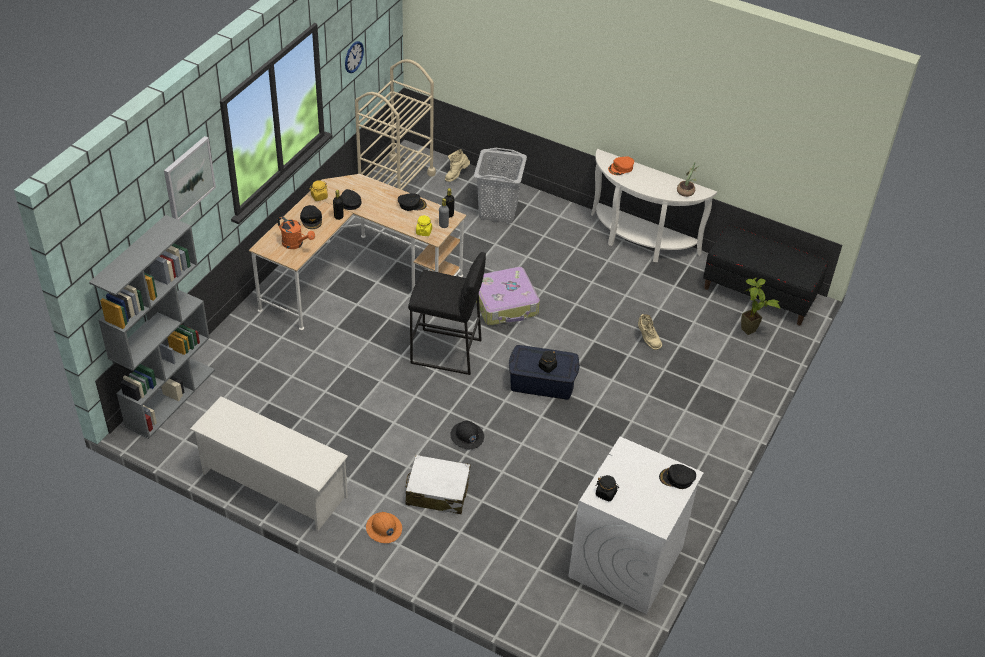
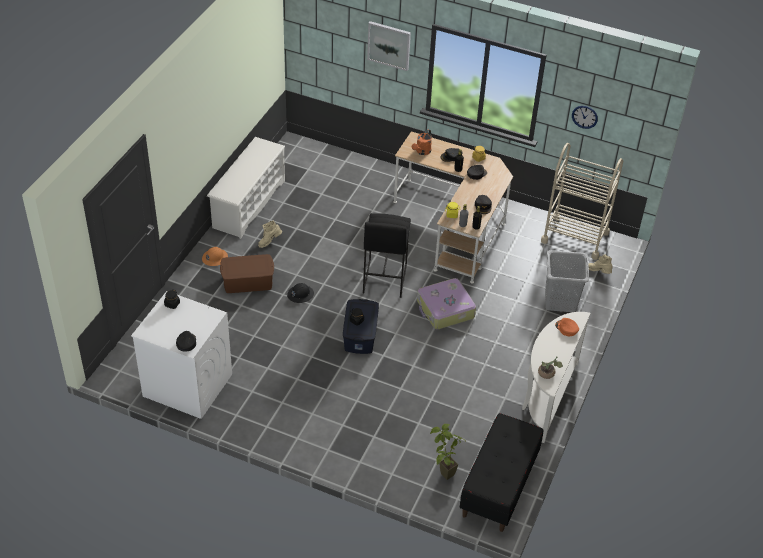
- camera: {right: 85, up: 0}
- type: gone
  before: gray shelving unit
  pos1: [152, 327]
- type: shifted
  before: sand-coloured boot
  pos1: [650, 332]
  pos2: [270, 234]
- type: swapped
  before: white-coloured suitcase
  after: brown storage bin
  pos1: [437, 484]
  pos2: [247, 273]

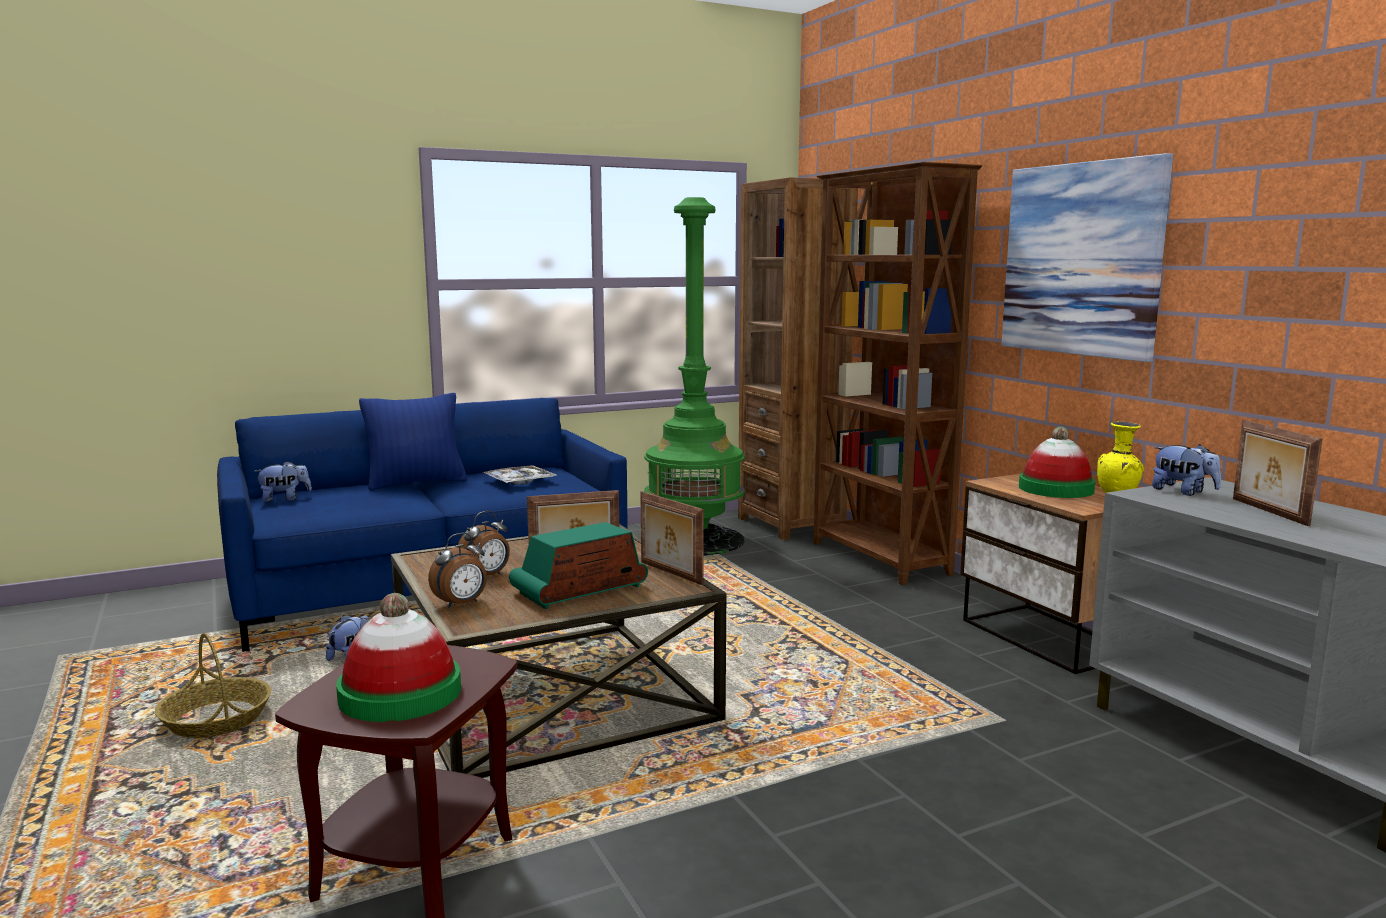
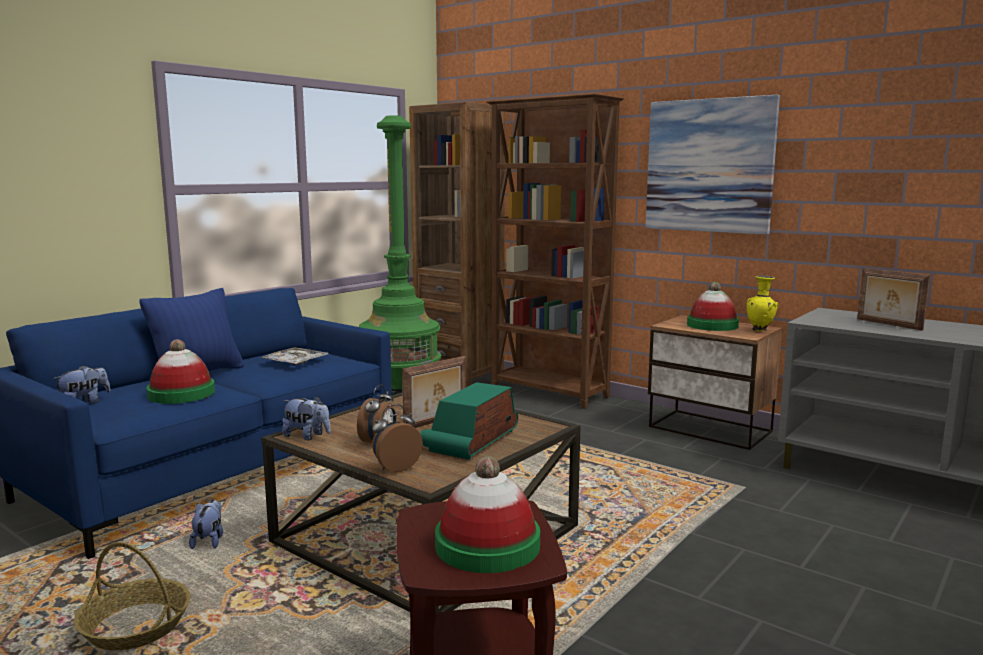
- camera: {right: -25, up: 0}
- type: shifted
  before: soft toy
  pos1: [1186, 470]
  pos2: [306, 418]
- type: gone
  before: photo frame
  pos1: [672, 538]
- type: rotated
  before: bedside clock
  pos1: [457, 570]
  pos2: [397, 438]
  turn: -150
- type: new
  after: clothing hat
  pos2: [181, 371]

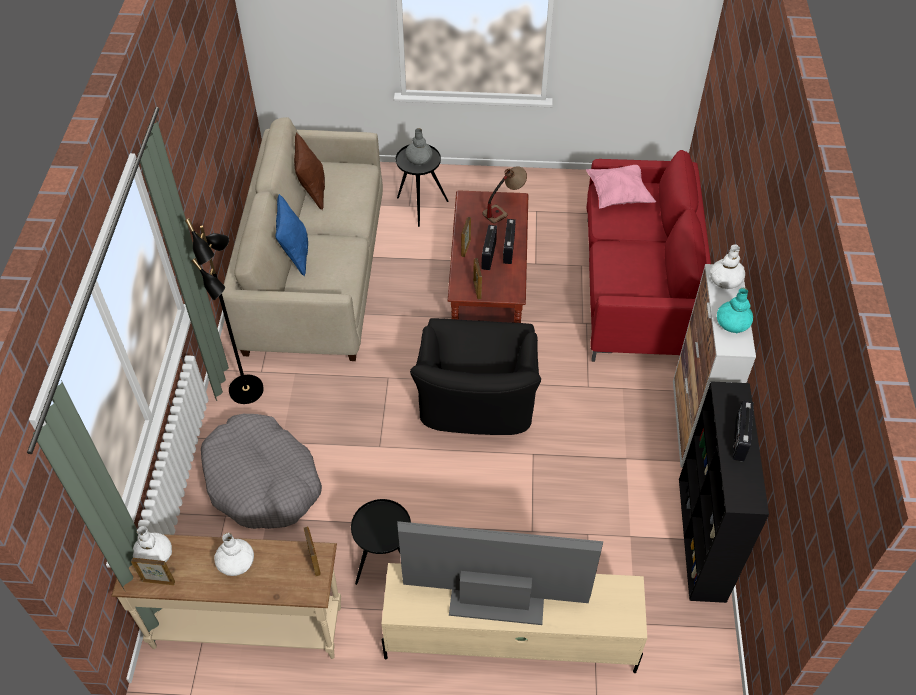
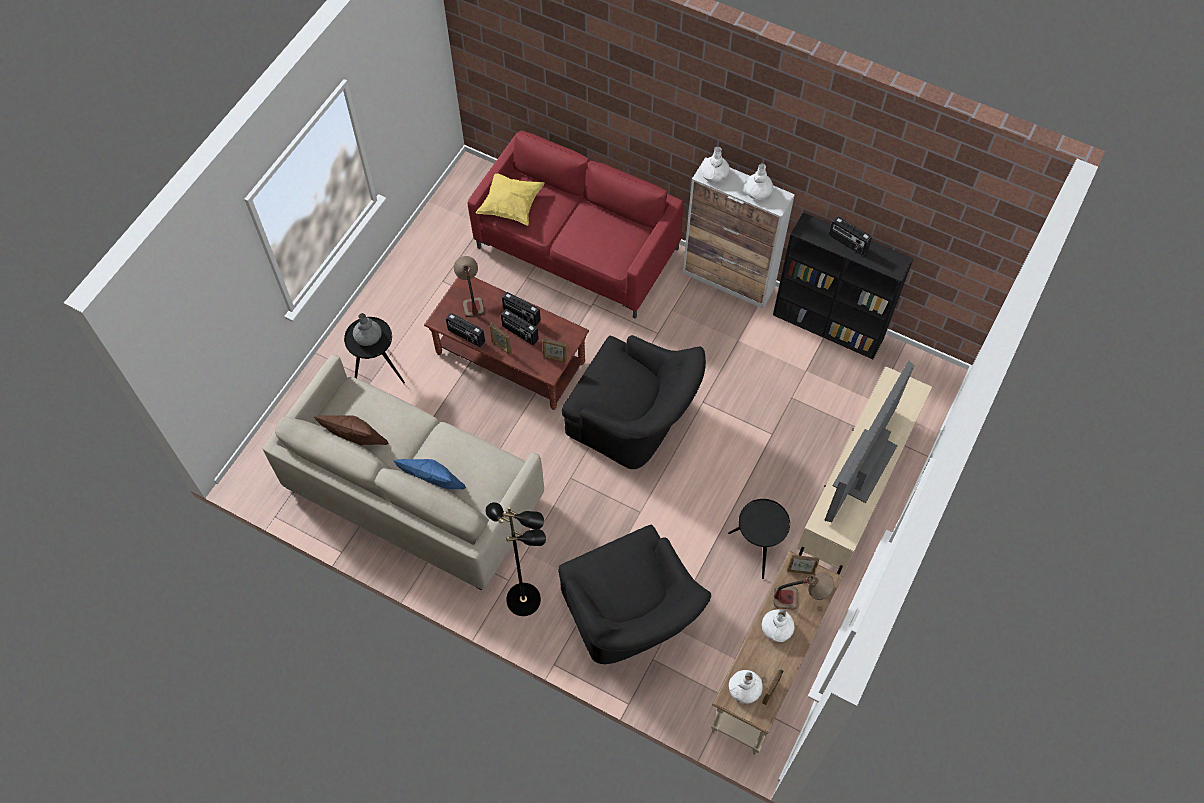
- camera: {right: -65, up: 10}
- type: repainted
  before: pink cushion
  after: yellow cushion
  pos1: [621, 187]
  pos2: [510, 199]
- type: repainted
  before: blue-green vase
  after: white-coloured vase
  pos1: [735, 310]
  pos2: [758, 182]
- type: swapped
  before: gray dog cushion
  after: black-coloured lounge chair
  pos1: [261, 471]
  pos2: [634, 594]
- type: new
  after: radio receiver
  pos2: [465, 330]
- type: new
  after: lamp for a table
  pos2: [804, 591]

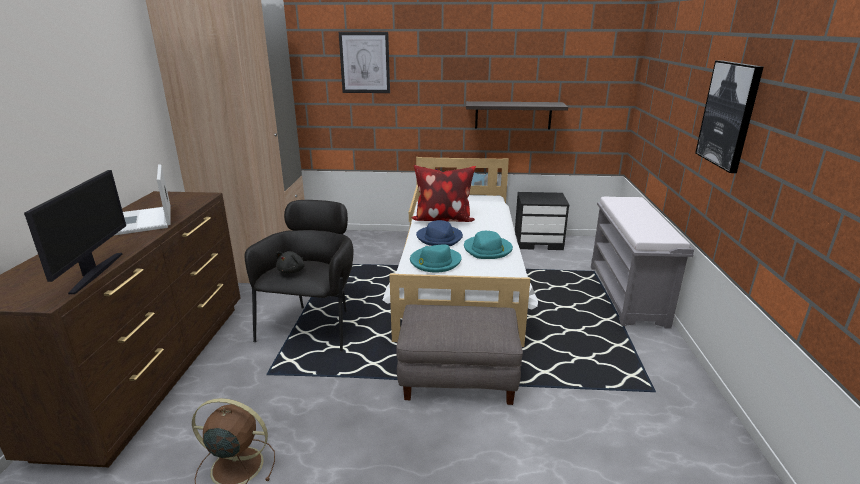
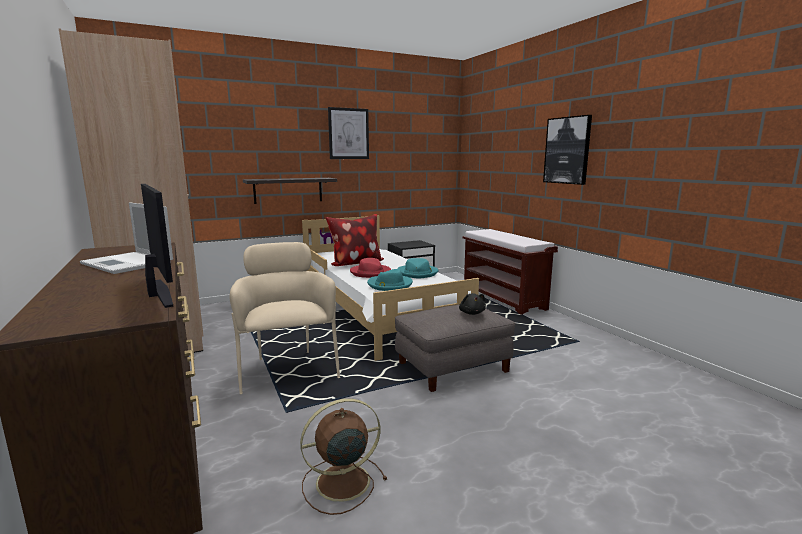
- camera: {right: -30, up: -10}
- type: shifted
  before: wall picture
  pos1: [364, 62]
  pos2: [348, 133]
- type: shifted
  before: wall shelf
  pos1: [517, 115]
  pos2: [290, 191]
- type: repainted
  before: gray long seat
  after: brown long seat
  pos1: [642, 263]
  pos2: [510, 272]
- type: repainted
  before: black-coloured lounge chair
  after: sand-coloured lounge chair
  pos1: [299, 276]
  pos2: [284, 318]
- type: repainted
  before: blue clothing hat
  after: red-coloured clothing hat
  pos1: [439, 233]
  pos2: [370, 268]
- type: shifted
  before: black-coloured soft toy
  pos1: [290, 262]
  pos2: [472, 304]

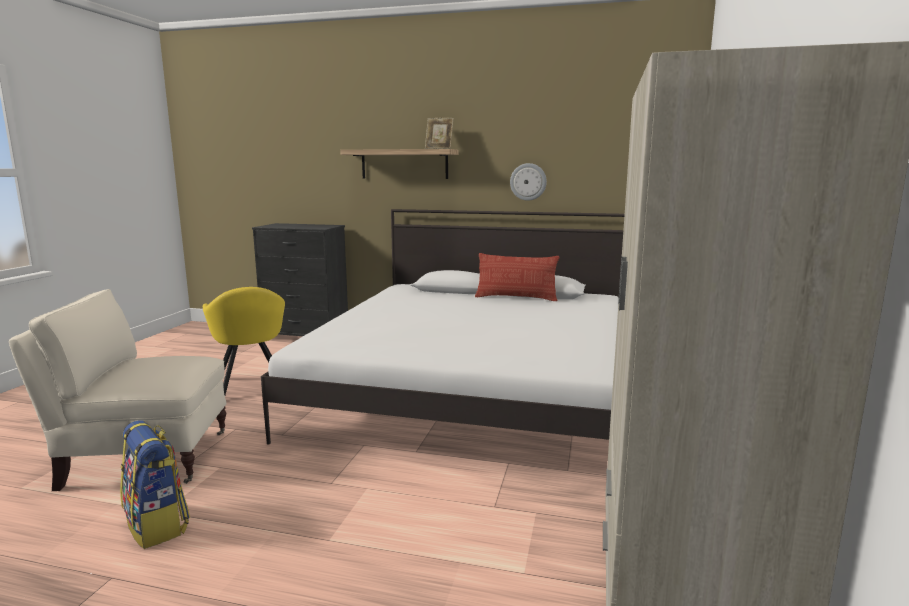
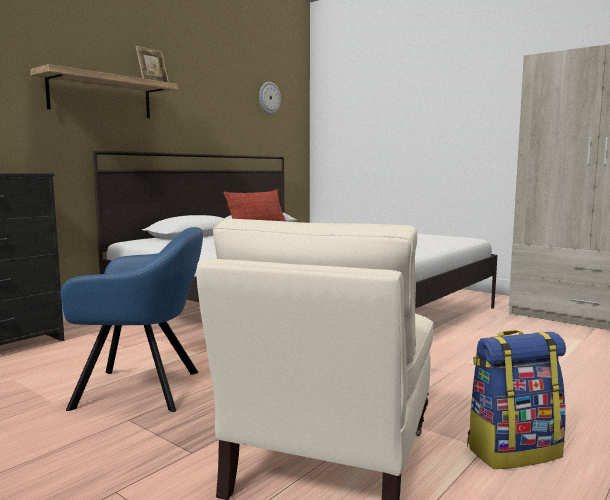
- camera: {right: -65, up: -5}
- type: shifted
  before: clock on the wall
  pos1: [528, 182]
  pos2: [270, 98]
- type: repainted
  before: yellow lounge chair
  after: blue lounge chair
  pos1: [244, 341]
  pos2: [131, 319]

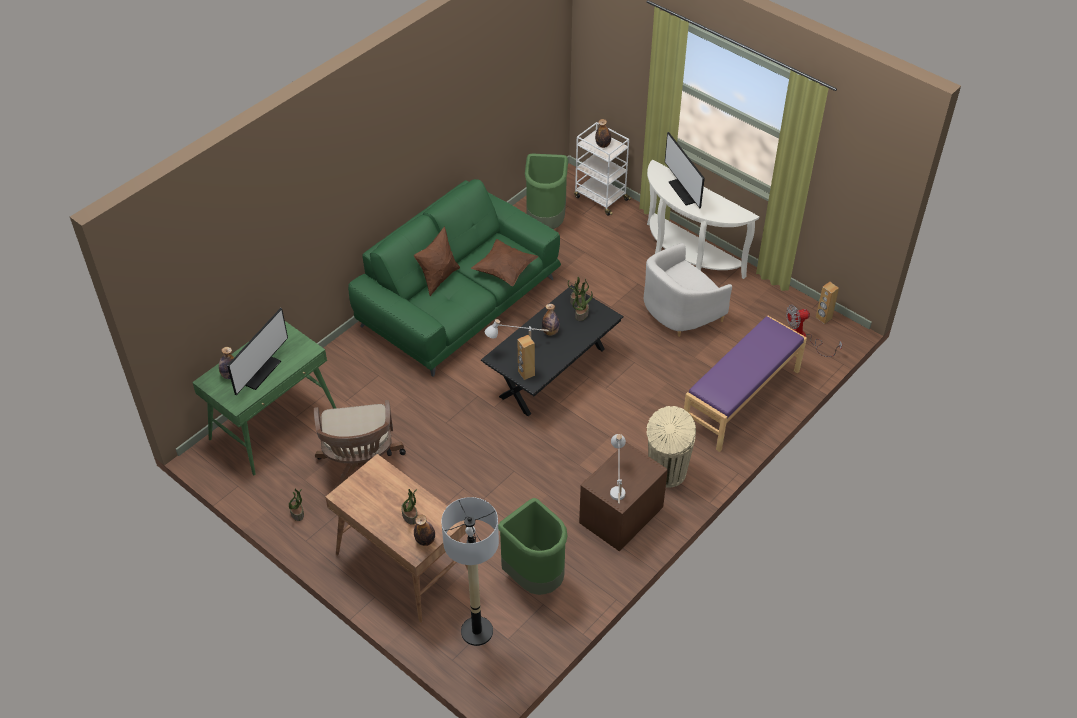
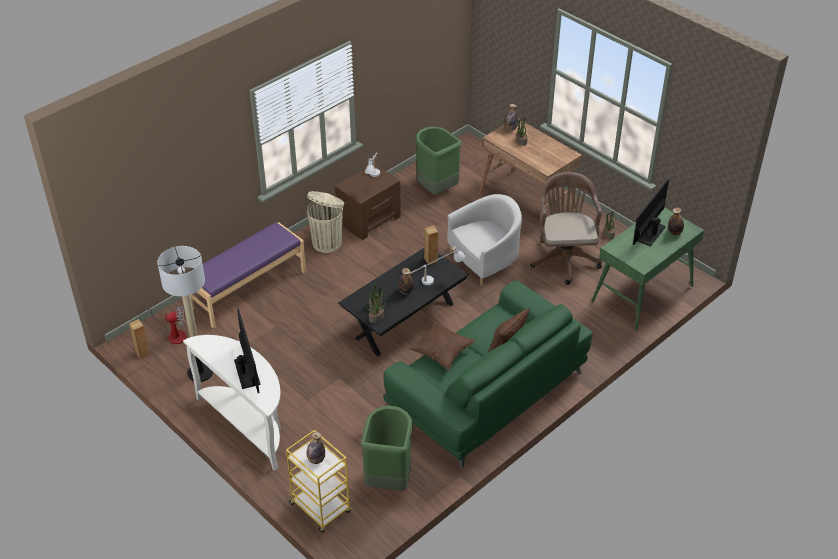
- camera: {right: -175, up: -5}
- type: repainted
  before: white-coloured trolley
  after: yellow trolley
  pos1: [602, 169]
  pos2: [318, 481]
- type: shifted
  before: white-coloured lounge chair
  pos1: [688, 290]
  pos2: [484, 239]
- type: shifted
  before: standing lamp
  pos1: [470, 571]
  pos2: [185, 314]

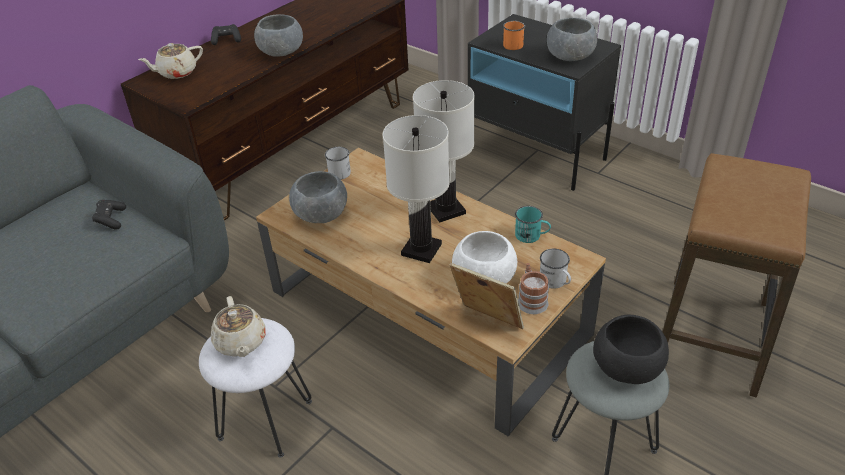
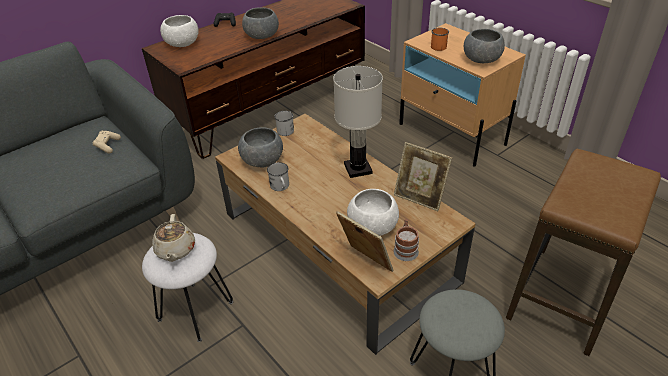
- camera: {right: 10, up: 0}
- type: repainted
  before: black-coloured night table
  after: sand-coloured night table
  pos1: [544, 102]
  pos2: [462, 95]
- type: swapped
  before: sand-coloured pot for tea
  after: white-coloured serving bowl
  pos1: [170, 61]
  pos2: [179, 31]
- type: gone
  before: white-coloured lamp for a table
  pos1: [416, 189]
- type: repainted
  before: black-coloured joypad
  after: sand-coloured joypad
  pos1: [109, 215]
  pos2: [107, 142]
- type: swapped
  before: blue-green tea mug
  after: photo frame
  pos1: [533, 224]
  pos2: [423, 176]
- type: shifted
  before: white-coloured tea mug
  pos1: [555, 269]
  pos2: [278, 176]
- type: gone
  before: black-coloured serving bowl
  pos1: [631, 349]

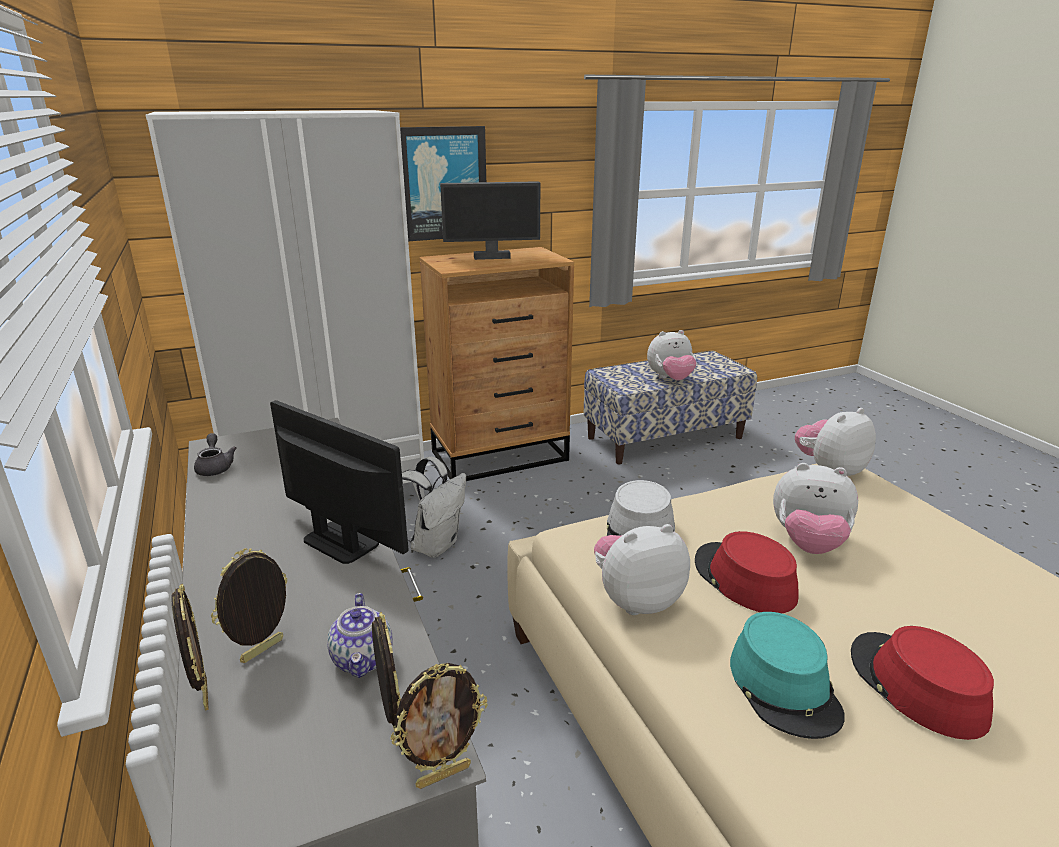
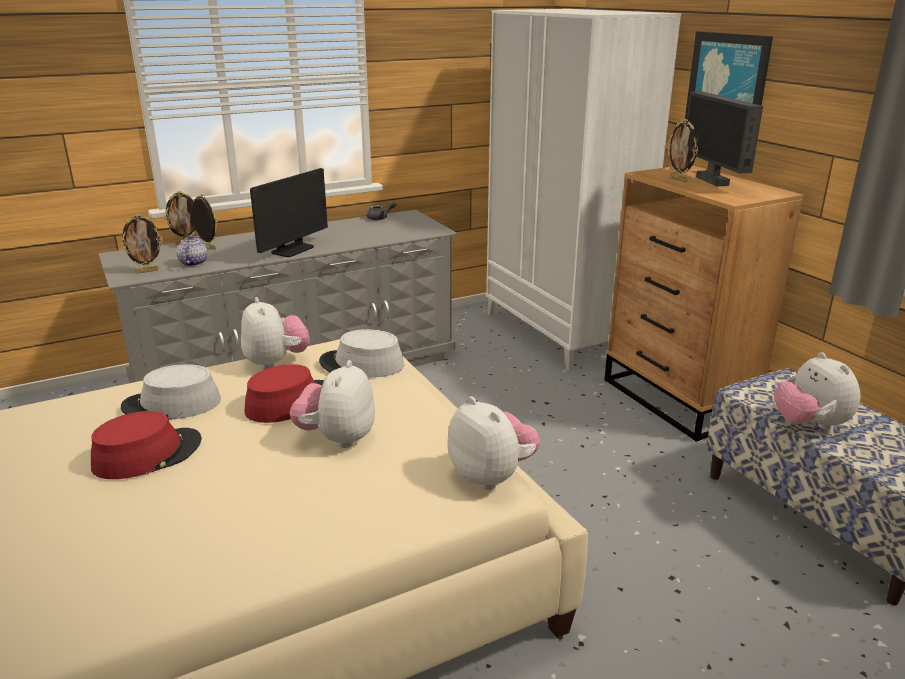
- camera: {right: 85, up: 0}
- type: gone
  before: white-coloured rucksack
  pos1: [434, 507]
- type: rotated
  before: pot for tea
  pos1: [360, 635]
  pos2: [192, 251]
  turn: 105
- type: repainted
  before: blue-green clothing hat
  after: gray clothing hat
  pos1: [787, 675]
  pos2: [171, 392]
- type: shifted
  before: photo frame
  pos1: [438, 726]
  pos2: [682, 150]

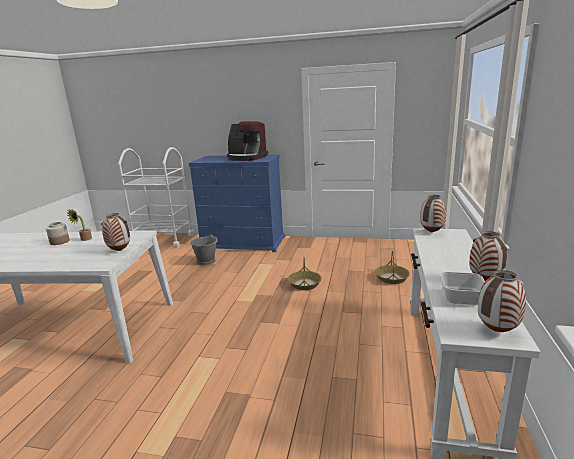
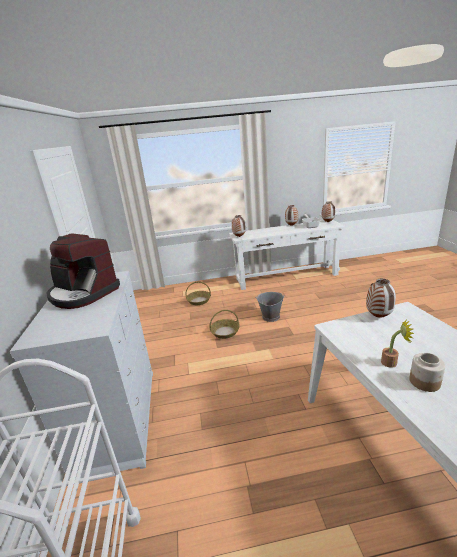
- camera: {right: -110, up: 5}
- type: rotated
  before: coffee maker
  pos1: [247, 141]
  pos2: [83, 271]
  turn: 120
- type: repainted
  before: blue drawer chest
  after: white-coloured drawer chest
  pos1: [237, 203]
  pos2: [81, 376]
- type: shifted
  before: gray bucket
  pos1: [204, 250]
  pos2: [271, 307]

